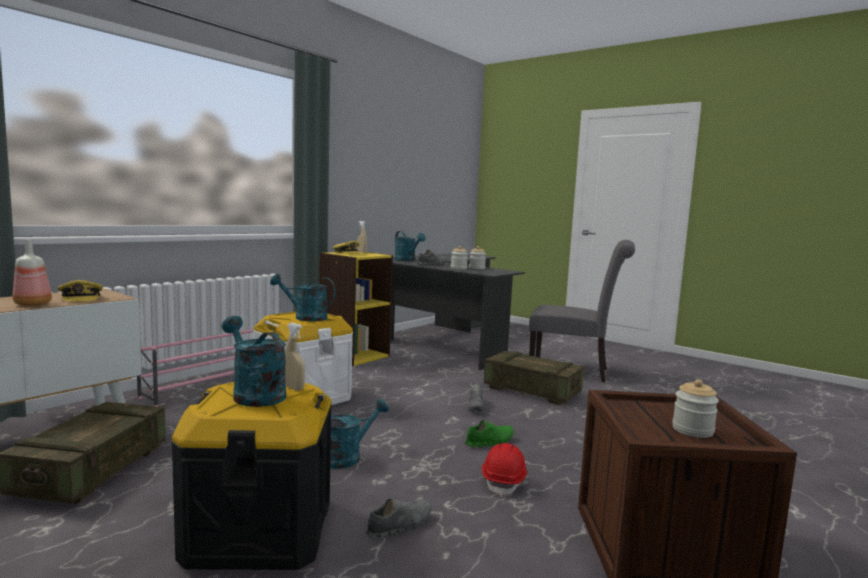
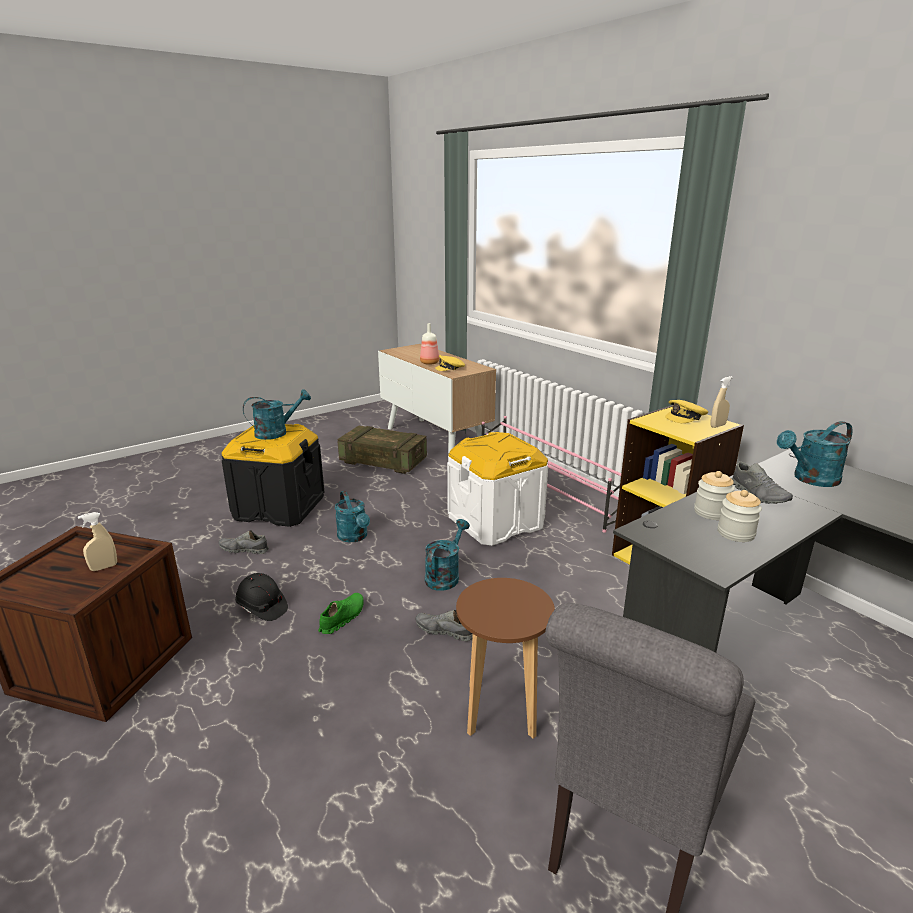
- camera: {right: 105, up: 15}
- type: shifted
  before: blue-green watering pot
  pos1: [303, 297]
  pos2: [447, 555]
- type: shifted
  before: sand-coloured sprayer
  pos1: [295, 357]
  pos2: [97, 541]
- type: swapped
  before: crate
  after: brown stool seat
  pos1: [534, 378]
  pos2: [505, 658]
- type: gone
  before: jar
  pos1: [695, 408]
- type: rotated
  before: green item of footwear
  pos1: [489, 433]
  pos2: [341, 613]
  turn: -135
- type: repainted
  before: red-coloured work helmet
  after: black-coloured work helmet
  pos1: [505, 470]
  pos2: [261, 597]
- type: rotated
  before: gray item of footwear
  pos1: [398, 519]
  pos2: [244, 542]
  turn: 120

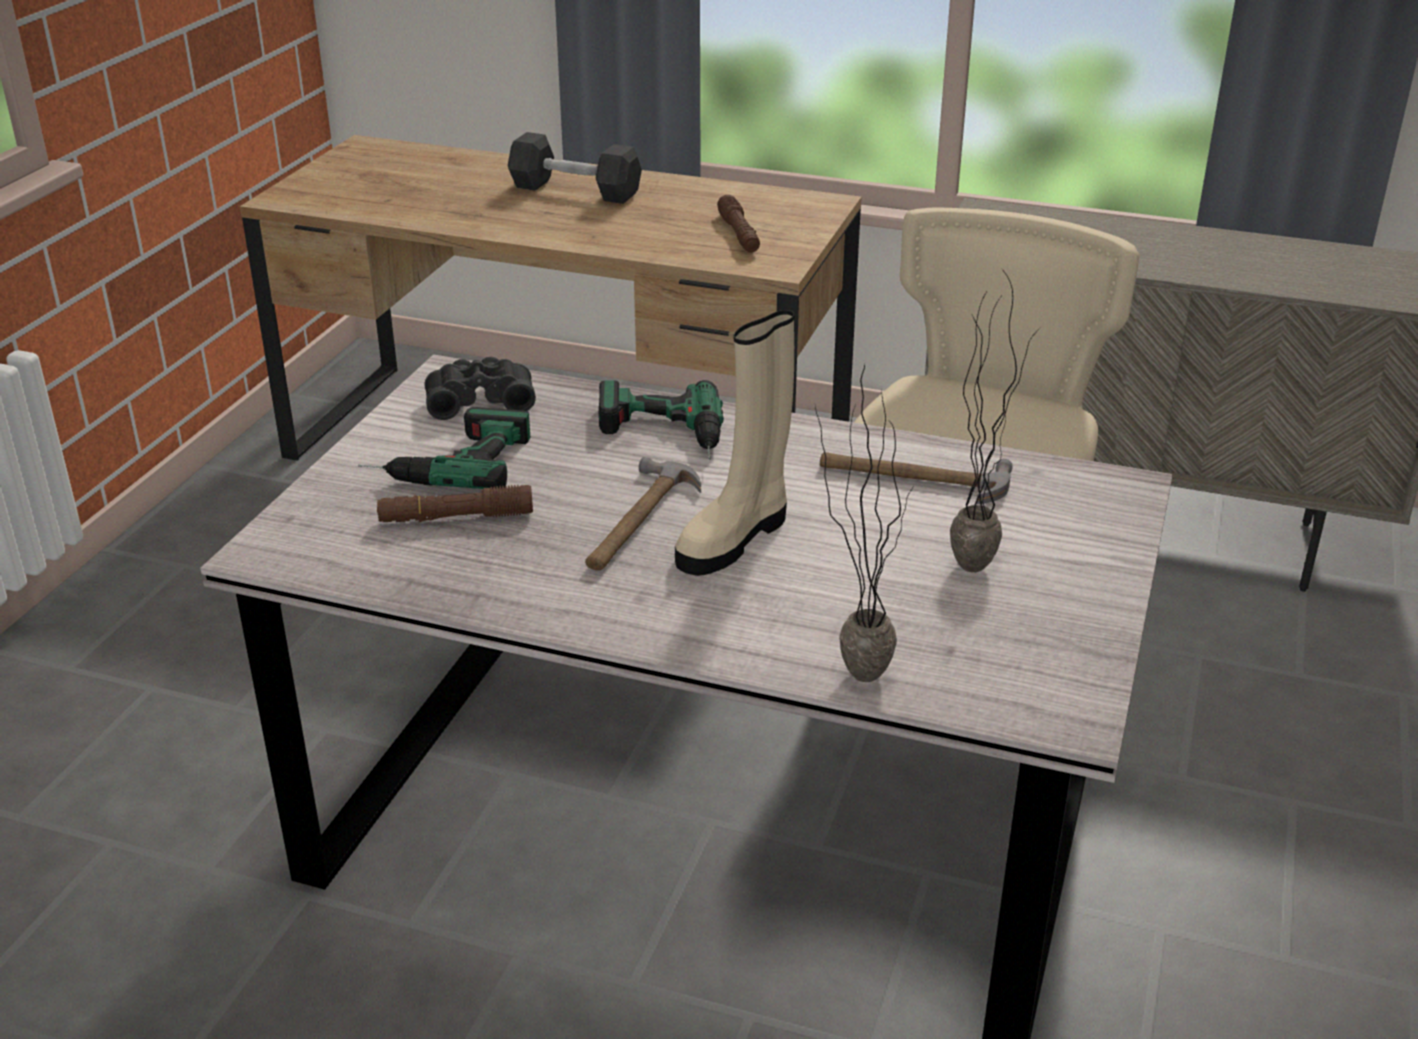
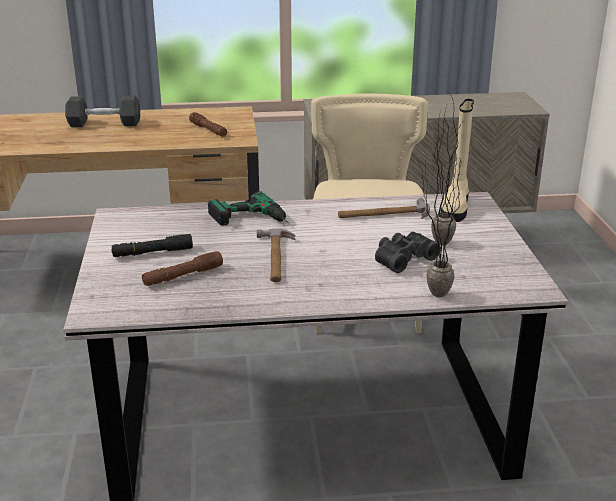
- camera: {right: -25, up: -5}
- type: shifted
  before: sand-coloured boot
  pos1: [735, 443]
  pos2: [457, 160]
- type: shifted
  before: black-coloured binoculars
  pos1: [480, 388]
  pos2: [408, 252]
- type: swapped
  before: drill
  after: black-coloured hand torch
  pos1: [444, 448]
  pos2: [152, 245]

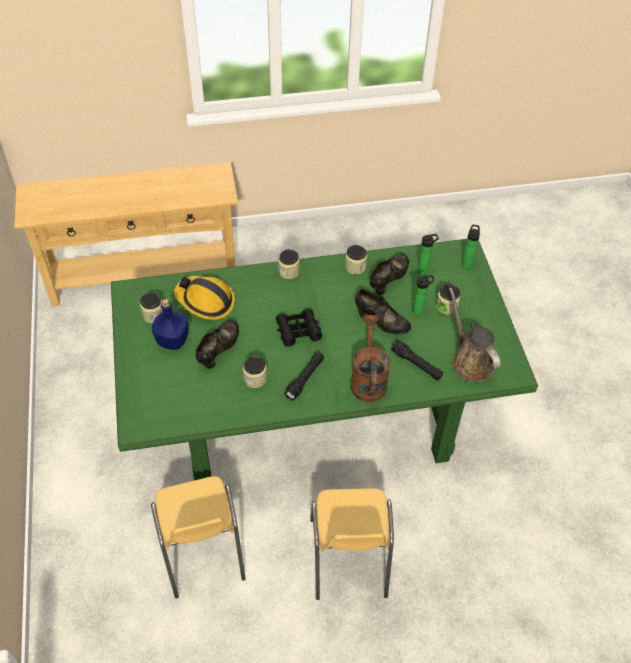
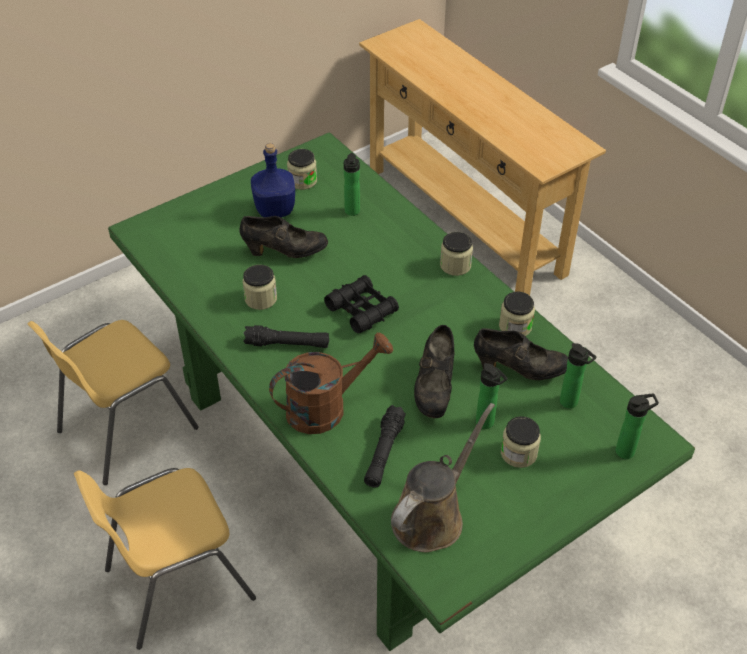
- camera: {right: 65, up: -5}
- type: swapped
  before: work helmet
  after: drink bottle
  pos1: [204, 298]
  pos2: [352, 184]

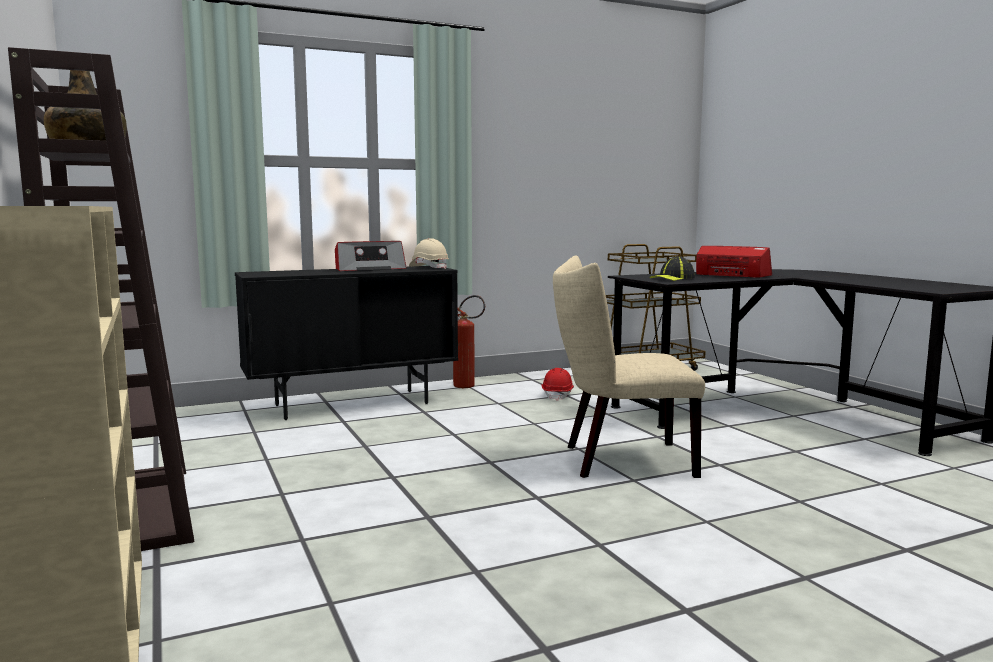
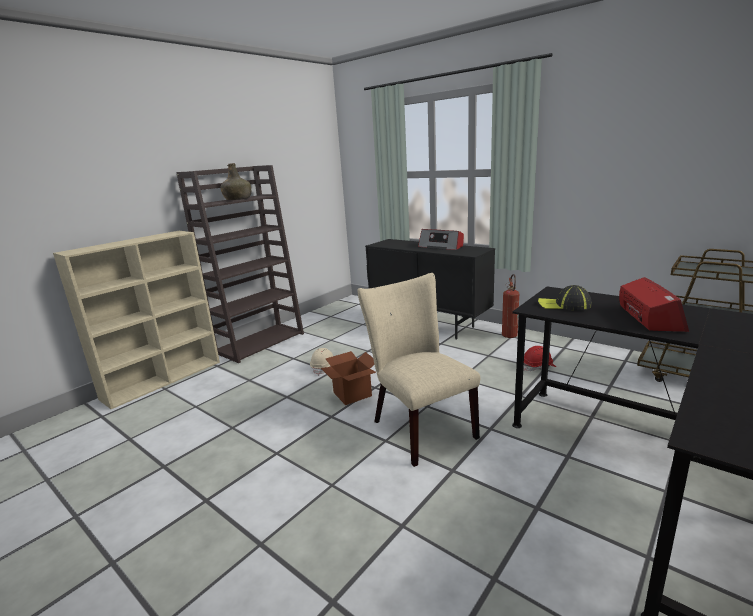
- camera: {right: 65, up: 10}
- type: shifted
  before: sand-coloured work helmet
  pos1: [429, 253]
  pos2: [321, 361]
- type: new
  after: packing box
  pos2: [348, 378]

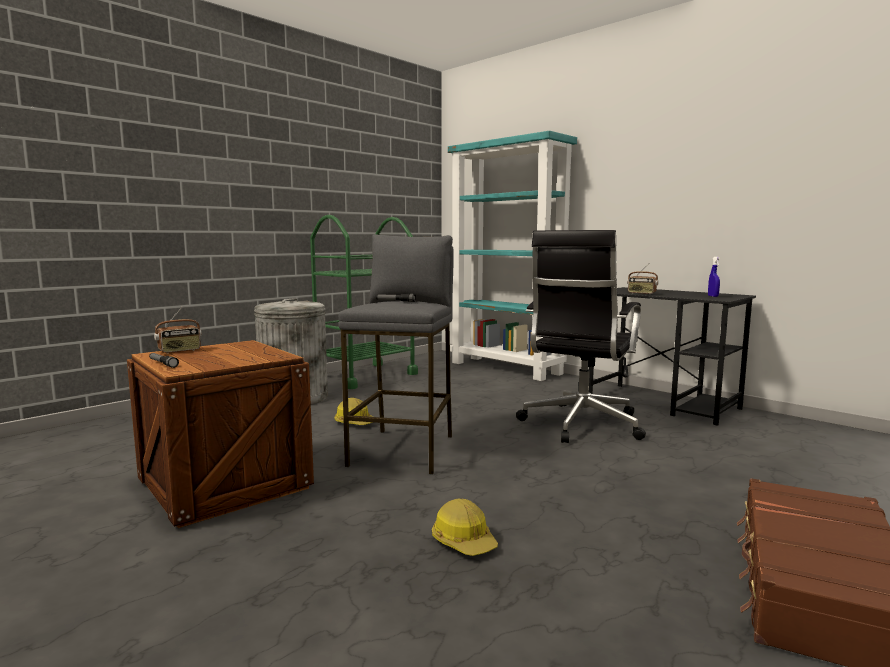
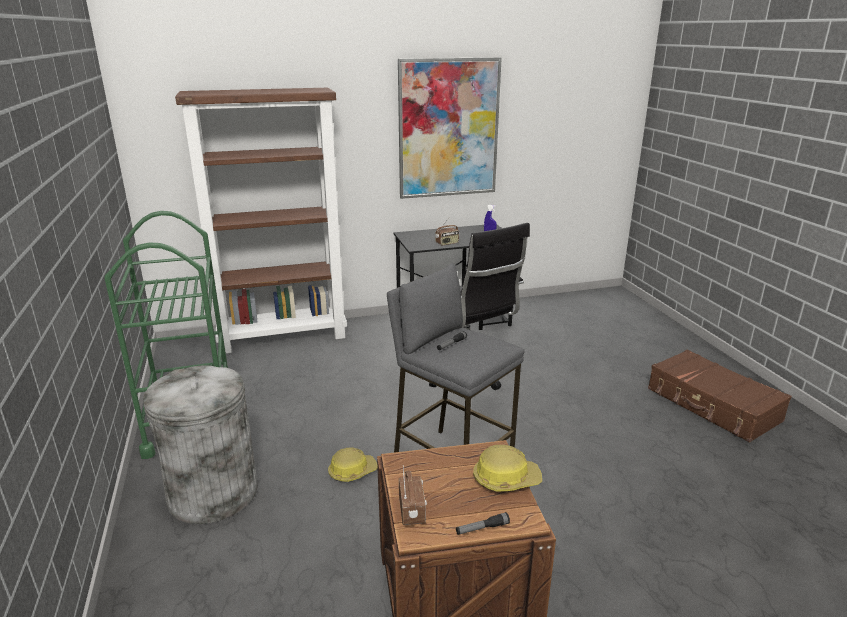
- camera: {right: -60, up: 15}
- type: repainted
  before: blue-green shelving unit
  after: brown shelving unit
  pos1: [512, 256]
  pos2: [261, 220]
- type: shifted
  before: work helmet
  pos1: [465, 527]
  pos2: [507, 468]
- type: new
  after: wall picture
  pos2: [450, 128]

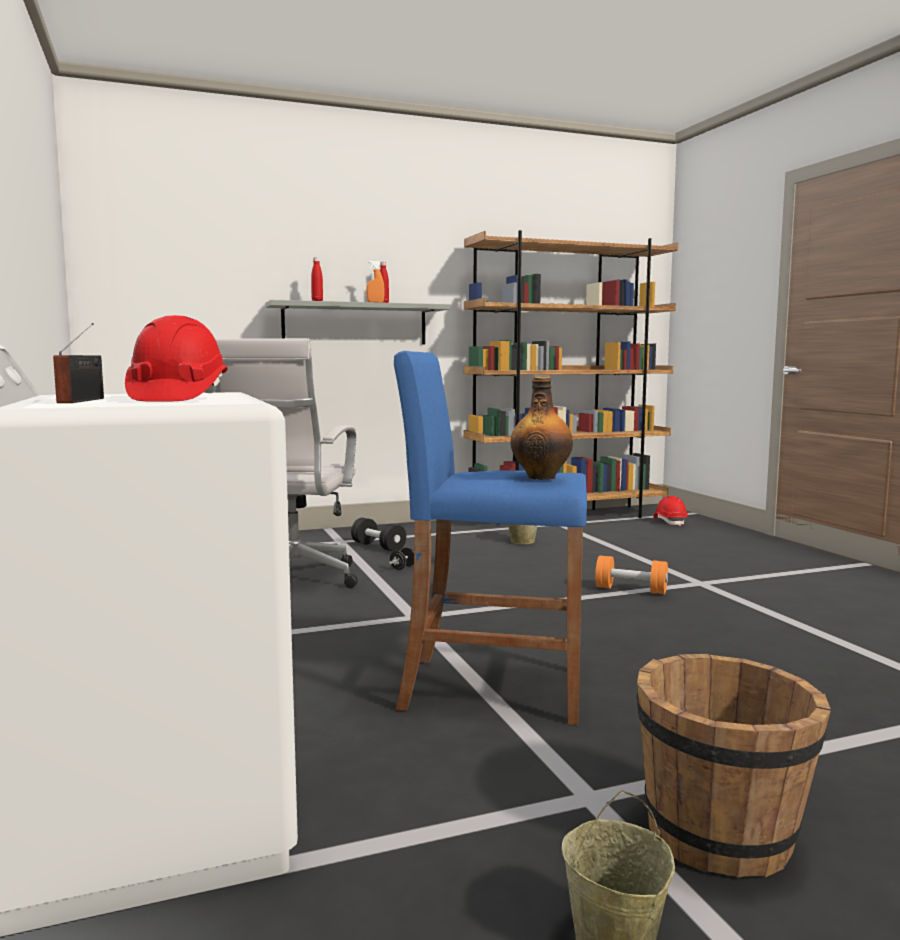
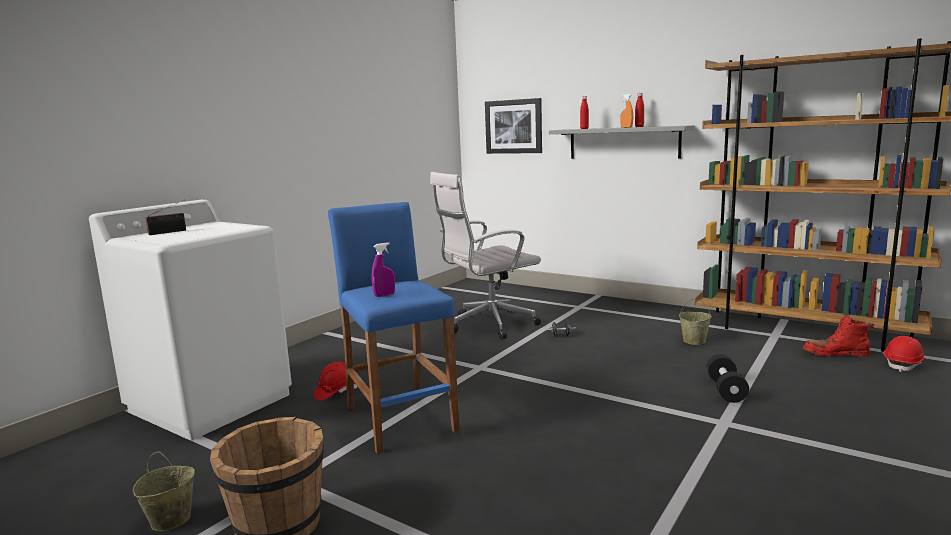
- camera: {right: 55, up: 5}
- type: shifted
  before: red-coloured work helmet
  pos1: [176, 358]
  pos2: [335, 381]
- type: swapped
  before: drink bottle
  after: purple sprayer
  pos1: [541, 428]
  pos2: [383, 270]
- type: shifted
  before: black-coloured free weight
  pos1: [378, 535]
  pos2: [727, 378]
- type: gone
  before: orange free weight
  pos1: [631, 574]
- type: new
  after: wall picture
  pos2: [513, 126]
- type: new
  after: red-coloured boot
  pos2: [839, 336]

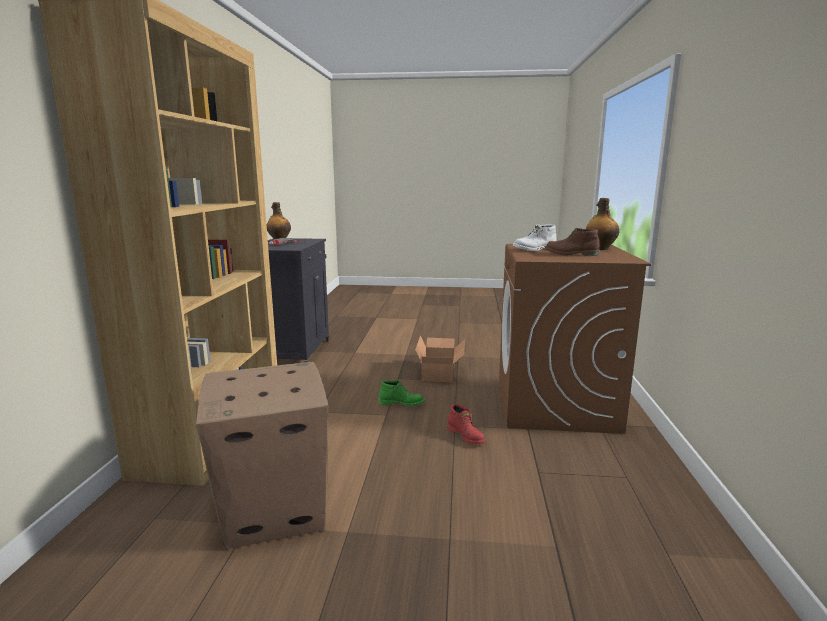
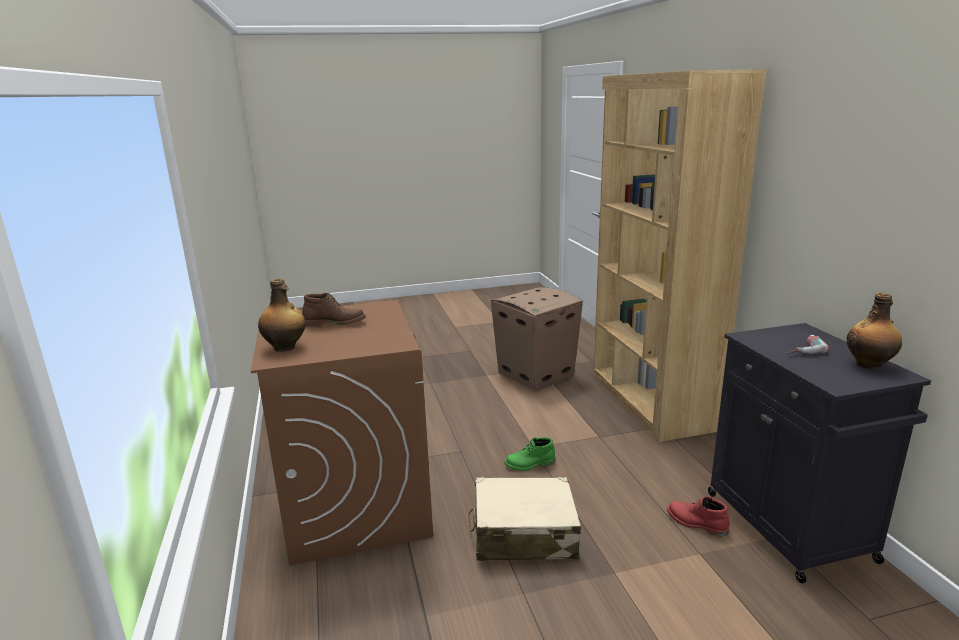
- camera: {right: 160, up: 5}
- type: gone
  before: white-coloured boot
  pos1: [534, 237]
- type: swapped
  before: packing box
  after: sand-coloured suitcase
  pos1: [440, 359]
  pos2: [524, 519]
- type: shifted
  before: red-coloured boot
  pos1: [466, 424]
  pos2: [698, 516]

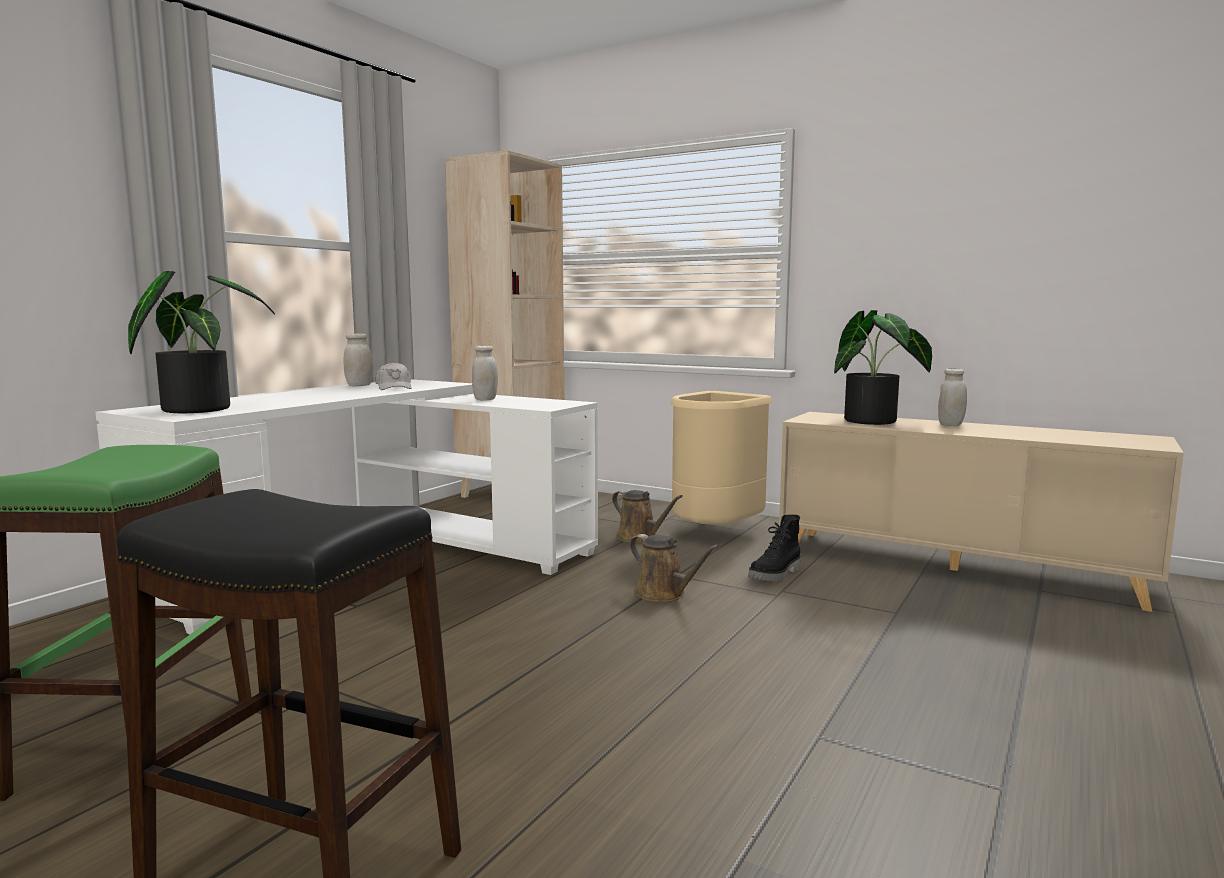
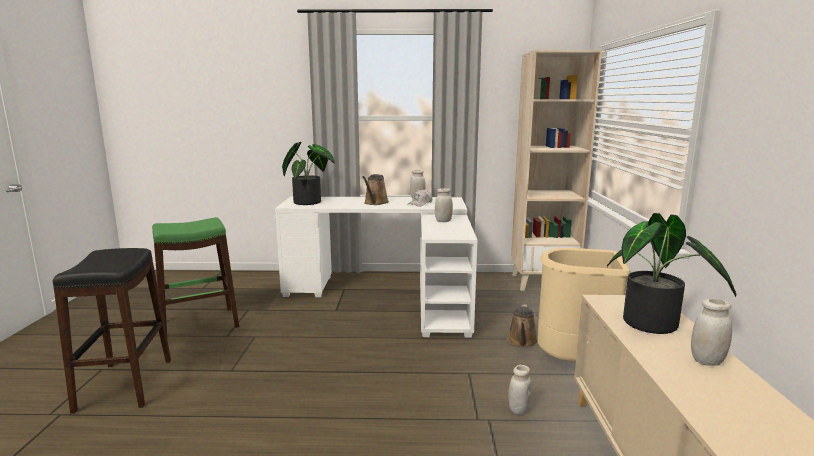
- camera: {right: 60, up: 5}
- type: swapped
  before: black-coloured boot
  after: white-coloured jar
  pos1: [774, 548]
  pos2: [520, 390]
- type: shifted
  before: brown watering pot
  pos1: [674, 568]
  pos2: [375, 189]

